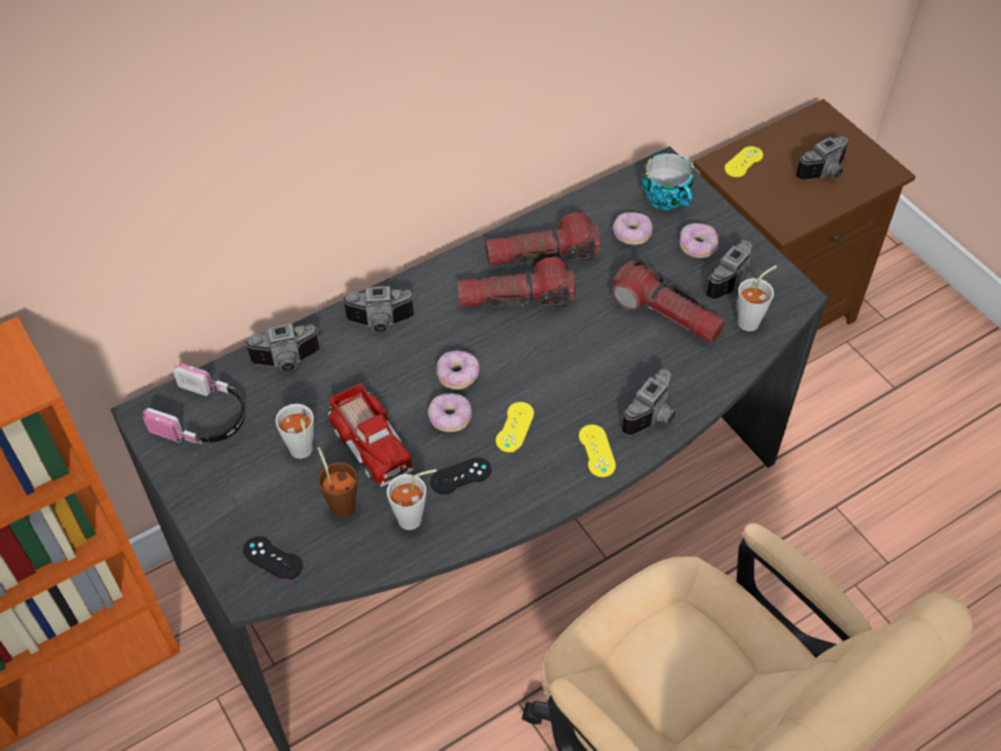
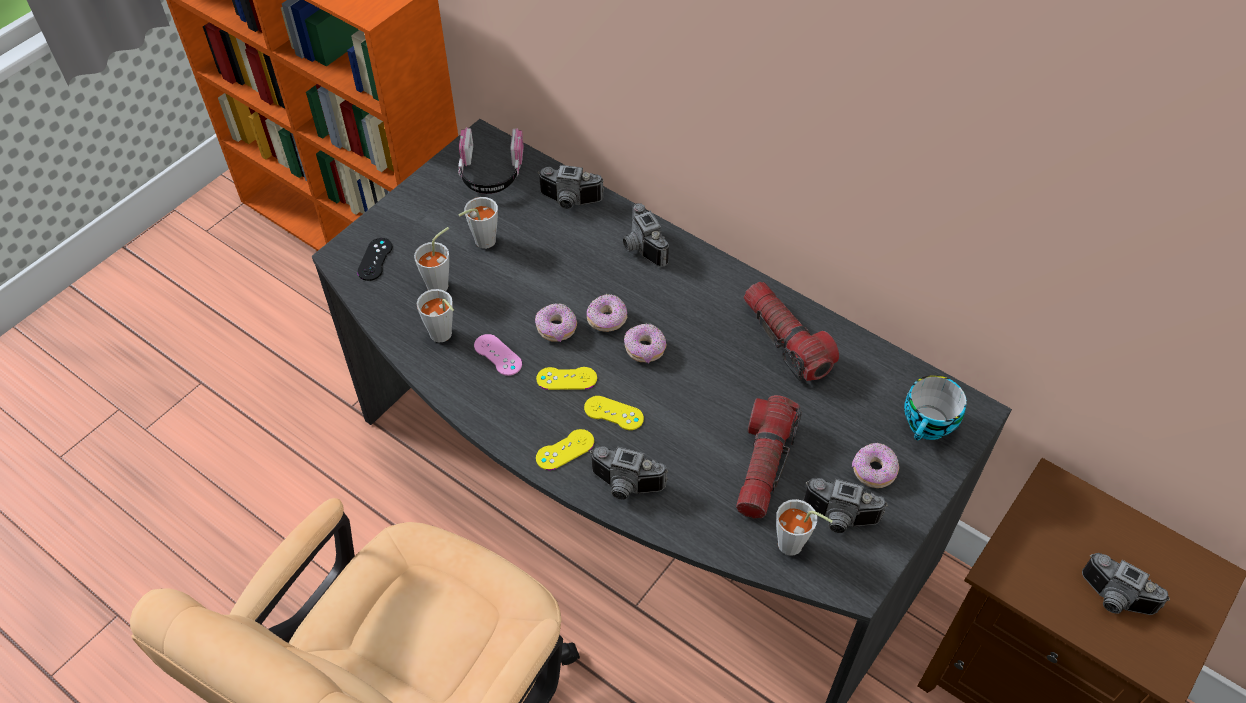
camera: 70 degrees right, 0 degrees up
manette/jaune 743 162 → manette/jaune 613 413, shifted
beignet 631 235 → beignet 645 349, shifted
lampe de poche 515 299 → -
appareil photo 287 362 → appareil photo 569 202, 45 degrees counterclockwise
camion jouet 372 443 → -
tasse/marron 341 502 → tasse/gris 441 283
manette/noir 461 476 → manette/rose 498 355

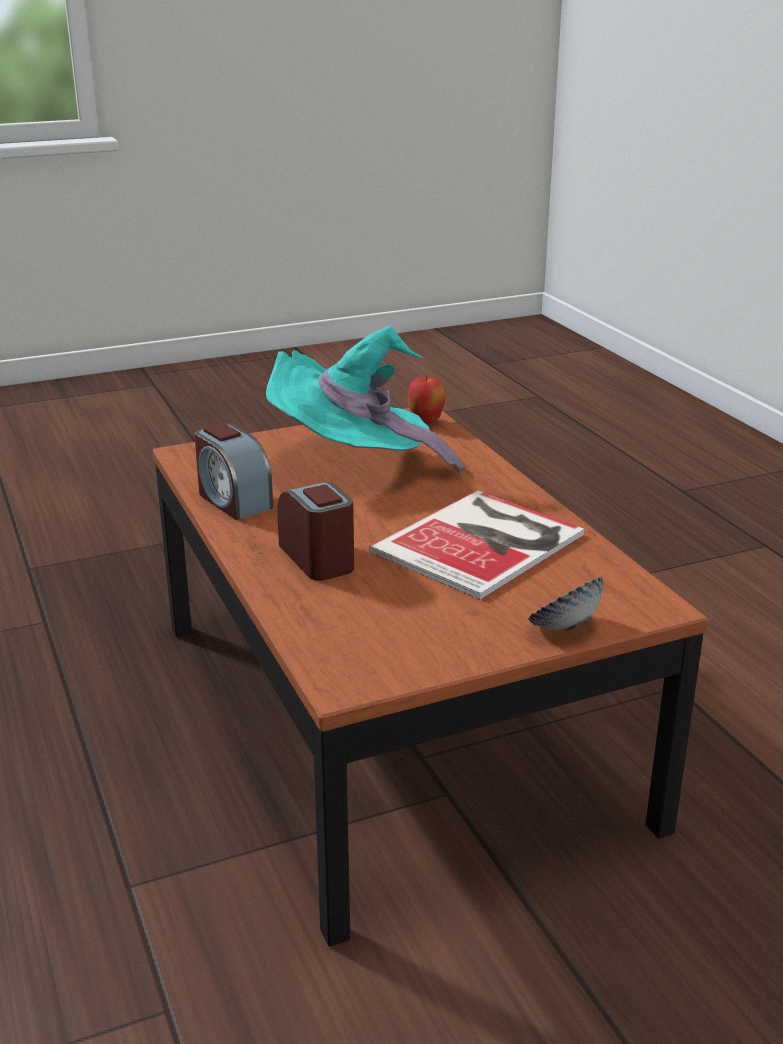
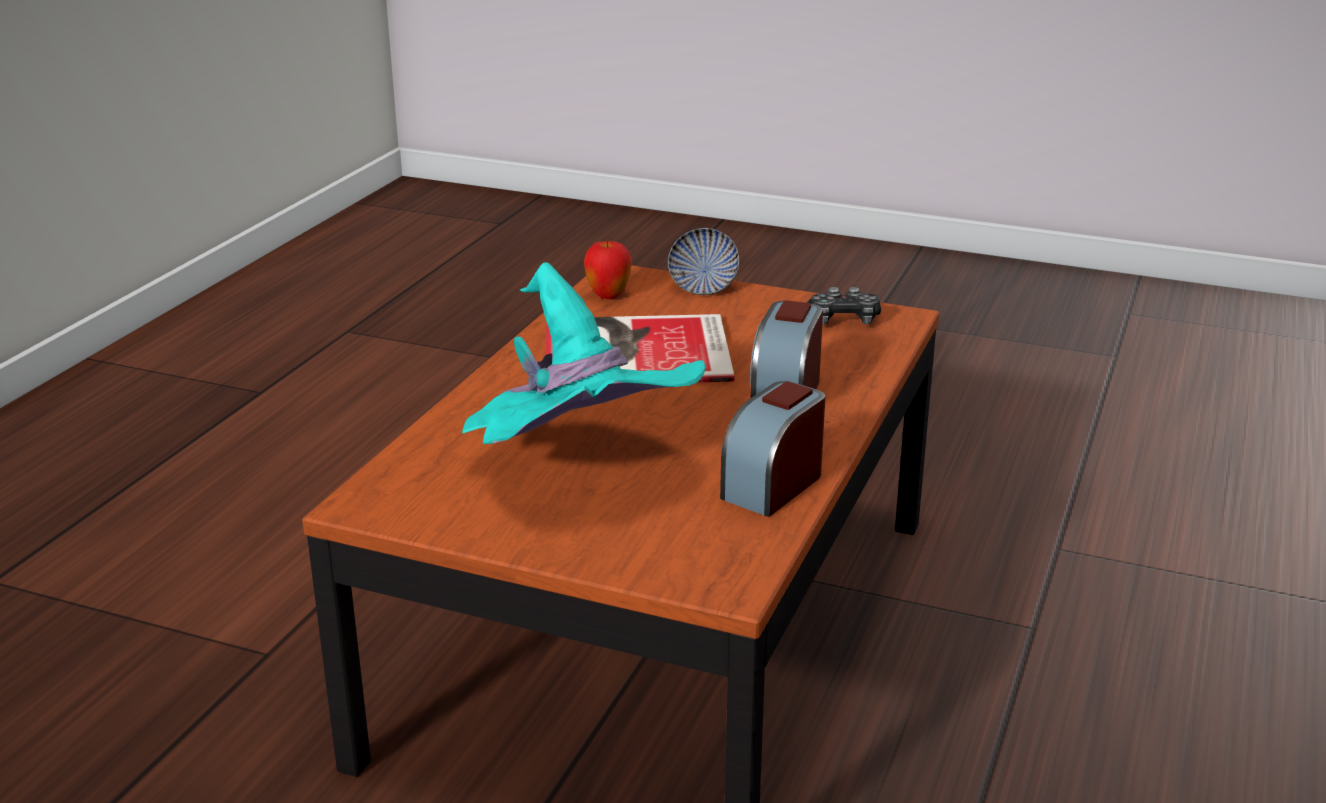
camera: 135 degrees left, 0 degrees up
pomme 425 422 → pomme 608 296, shifted
réveil 233 500 → réveil 773 485, 150 degrees counterclockwise
- → manette 842 321

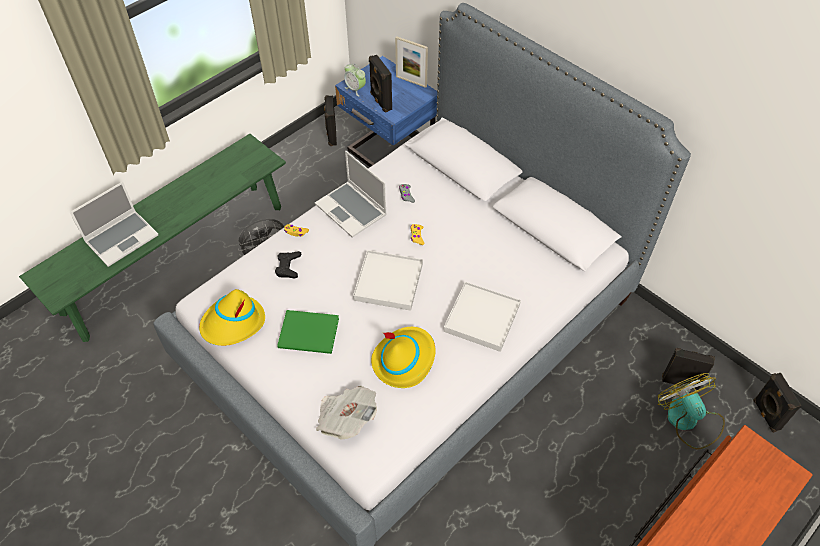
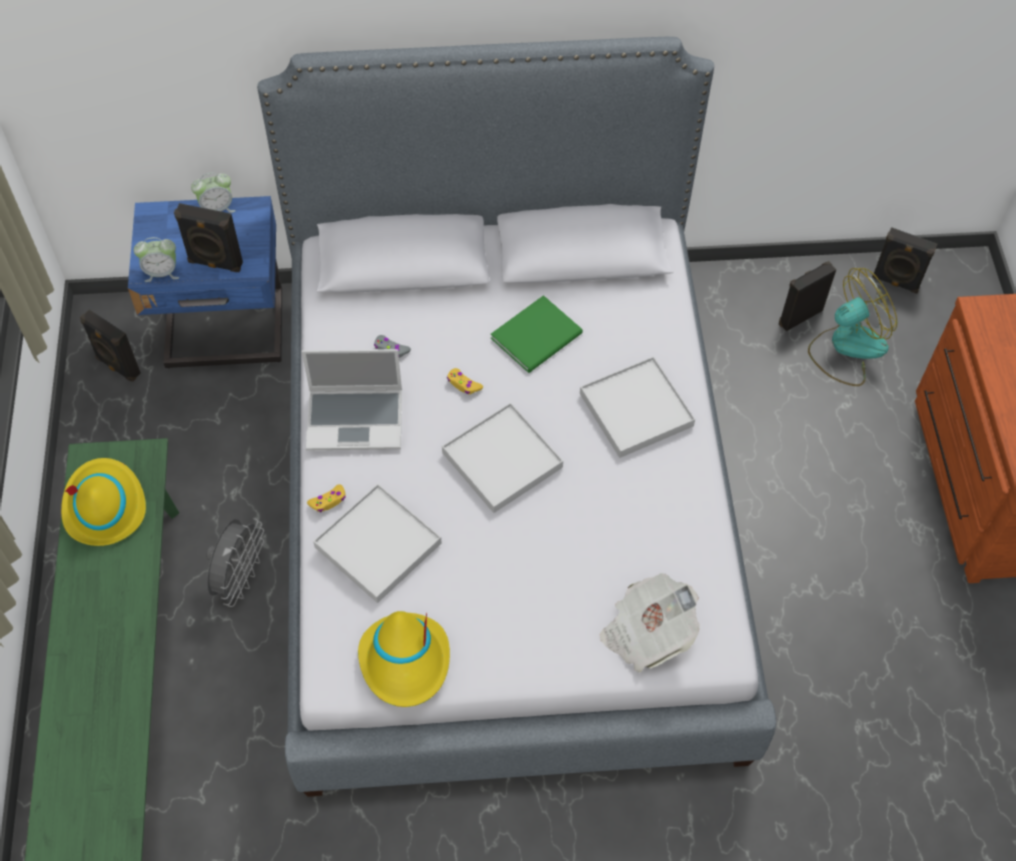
camera: 50 degrees left, 5 degrees up
cadre photo 411 81 → réveil 217 208
ordinateur portable 122 238 → -
manette/noir 288 267 → plateau/blanc 377 545
livre/vert 310 334 → livre/vert 539 336, shifted
chapeau/jaune 404 359 → chapeau/jaune 104 506, shifted
ventilateur 688 420 → ventilateur 846 347, 135 degrees clockwise

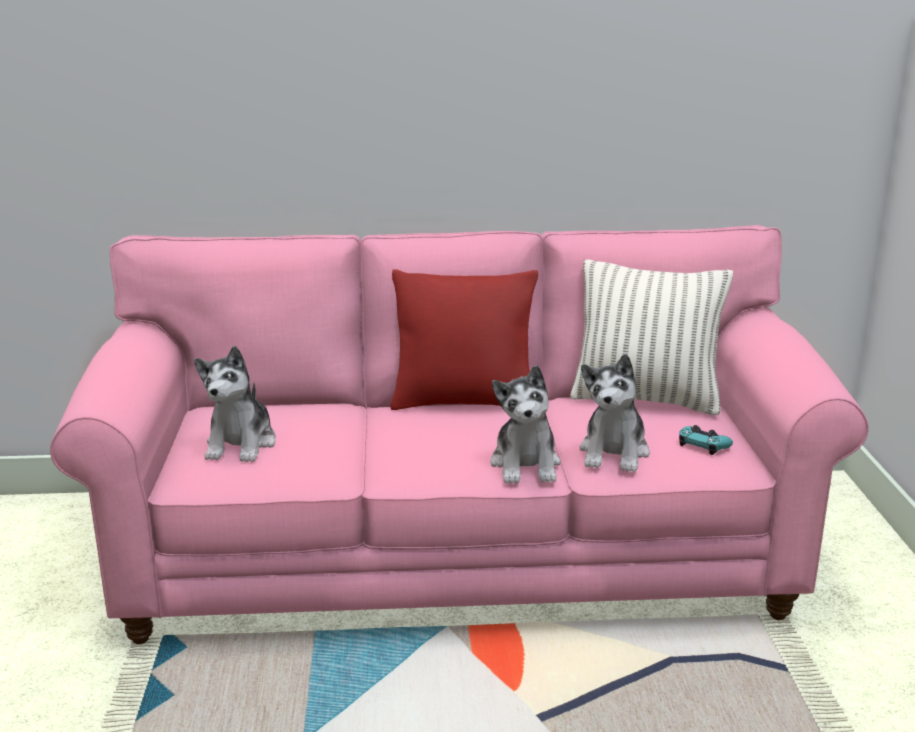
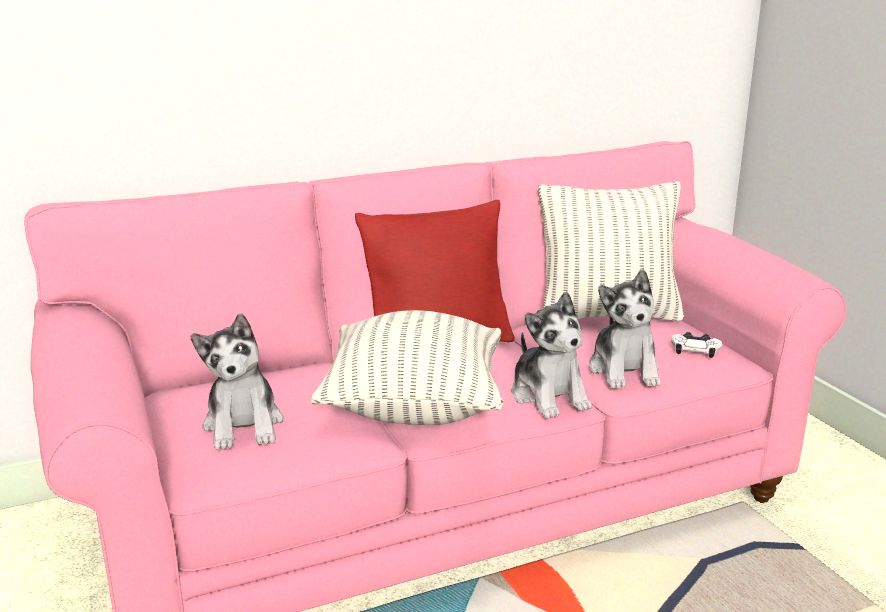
camera: 20 degrees left, 0 degrees up
manette/turquoise 703 445 → manette/blanc 695 350
- → coussin 414 407

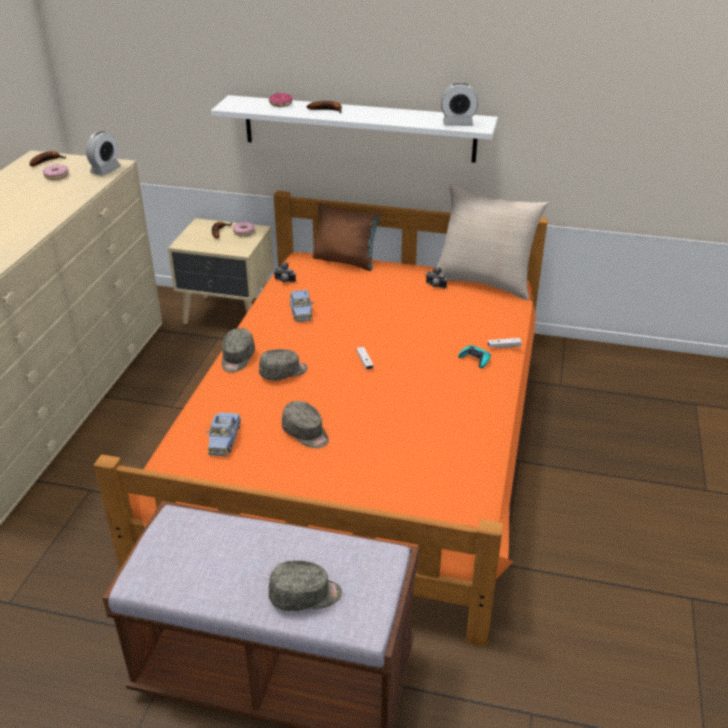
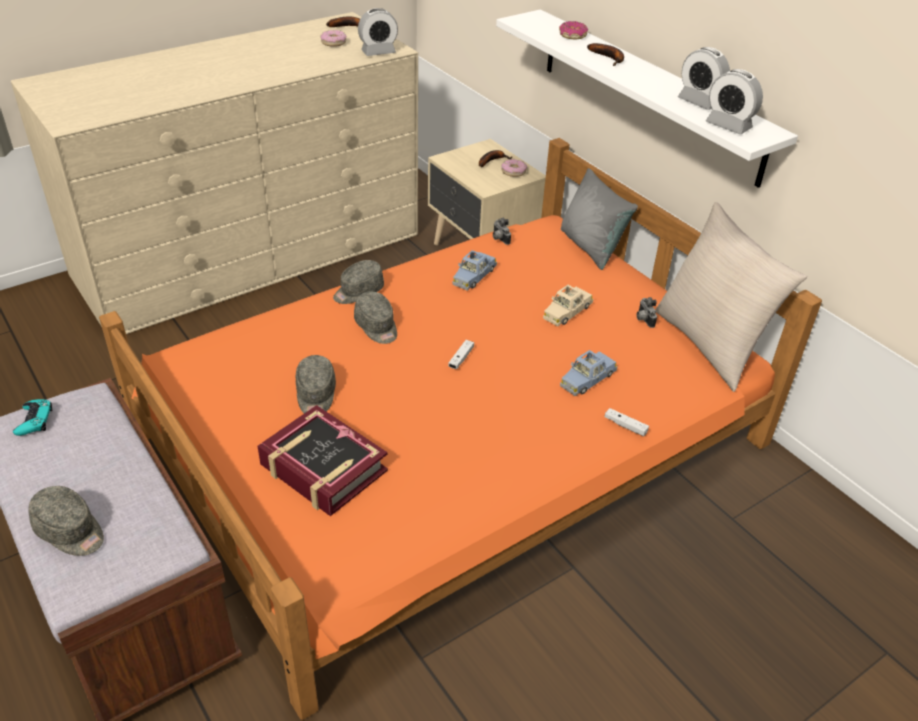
camera: 40 degrees right, 5 degrees up
coussin/marron 346 261 → coussin/gris 591 247
manette/turquoise 475 359 → manette/turquoise 34 421, shifted
casquette/gris 284 372 → casquette/gris 377 327, 45 degrees clockwise
petite voiture/bleu 224 439 → petite voiture/bleu 587 379, shifted
- → réveil 699 102
- → petite voiture/beige 567 312
- → livre 323 468

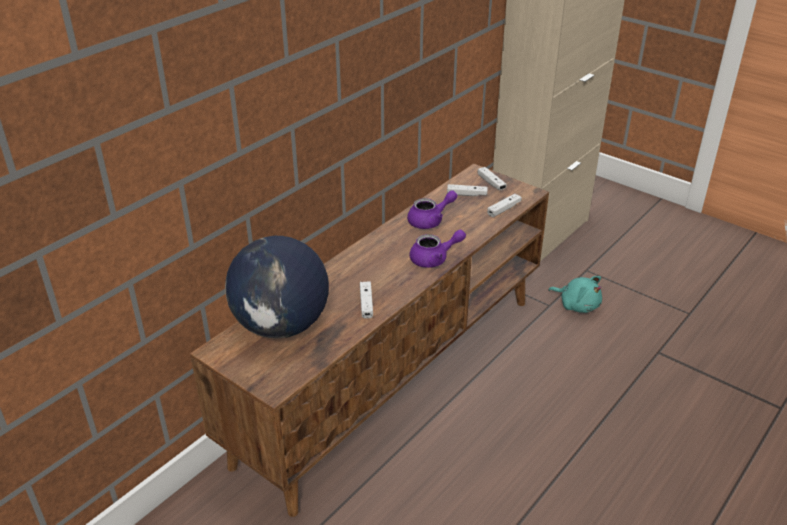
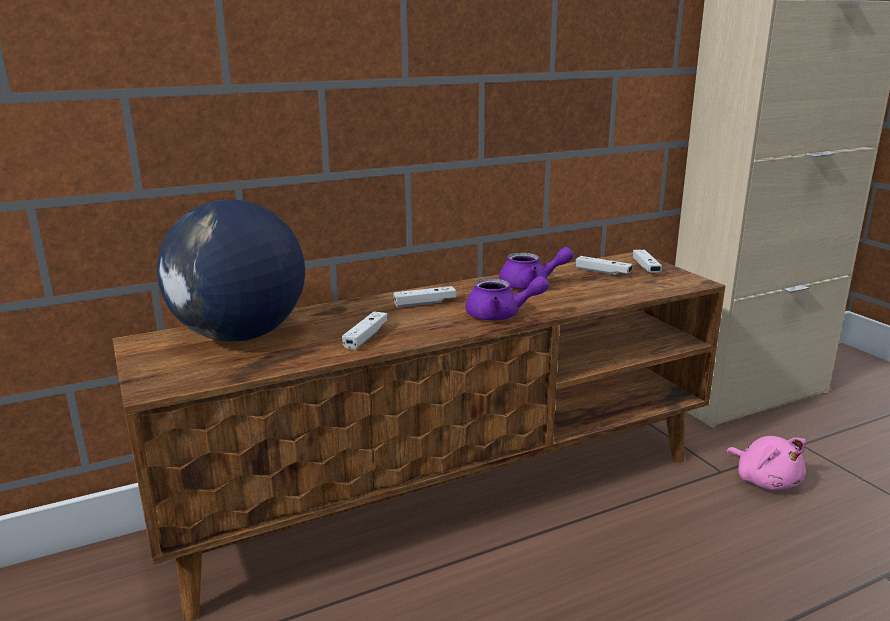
camera: 25 degrees right, 15 degrees down
manette/blanc 504 209 → manette/blanc 425 303, shifted
peluche/turquoise 577 305 → peluche/rose 765 480

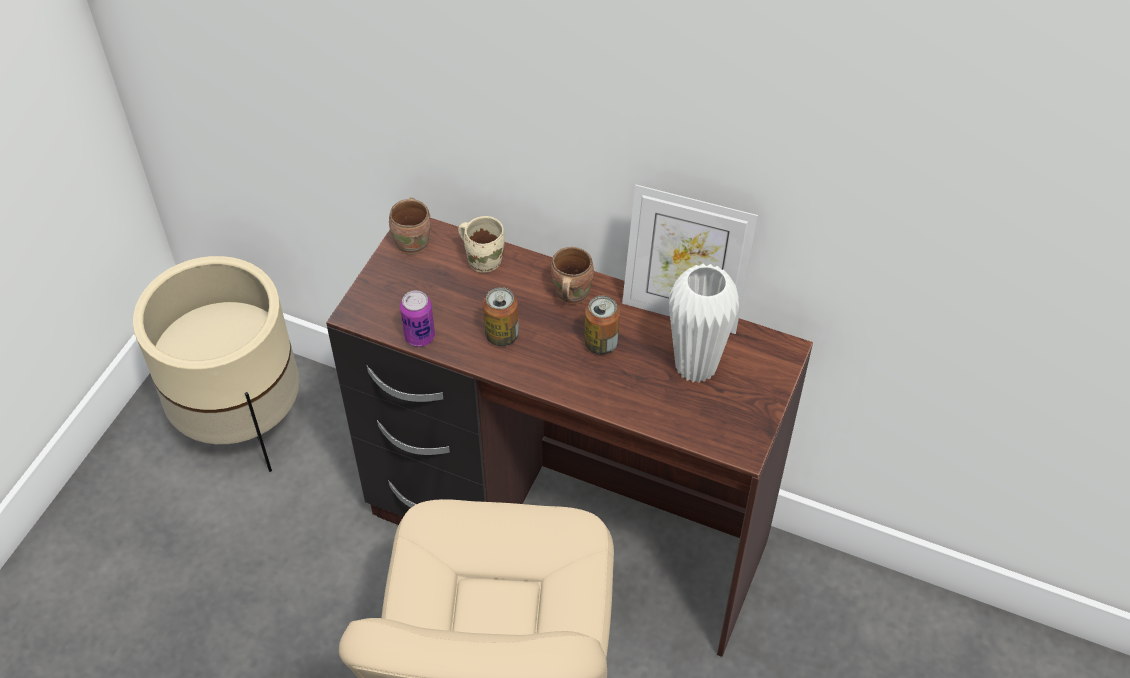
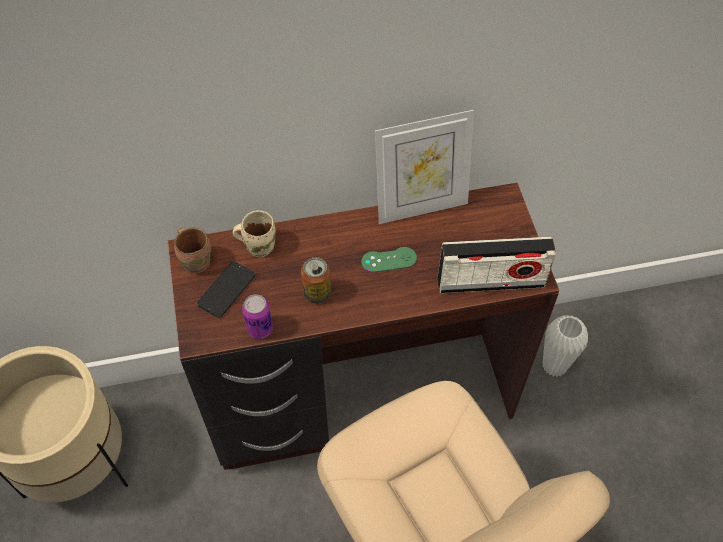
camera: 35 degrees left, 5 degrees up
mug/marron 569 294 → -
vase/blanc 696 366 → vase/blanc 554 366, shifted
boîte métallique 601 343 → manette/vert 389 260
- → radio 490 281
- → téléphone 226 290

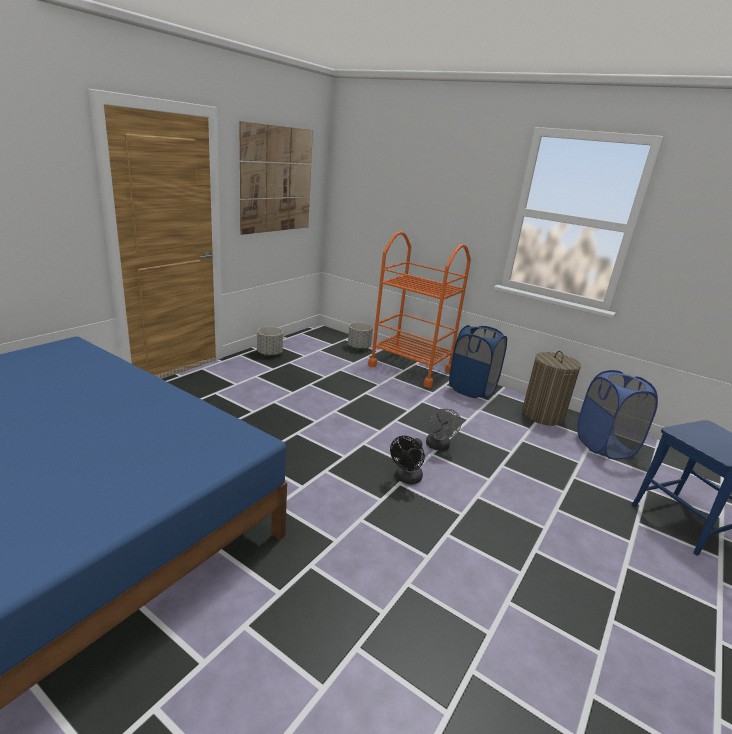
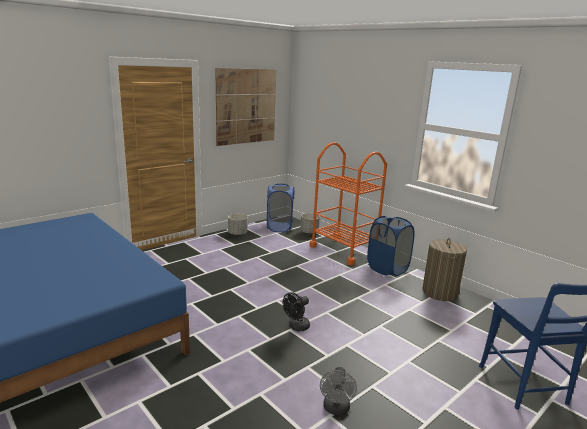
camera: 15 degrees right, 5 degrees down
panier à linge/bleu 604 446 → panier à linge/bleu 279 227, shifted
ventilateur/gris 438 446 → ventilateur/gris 336 409, shifted

